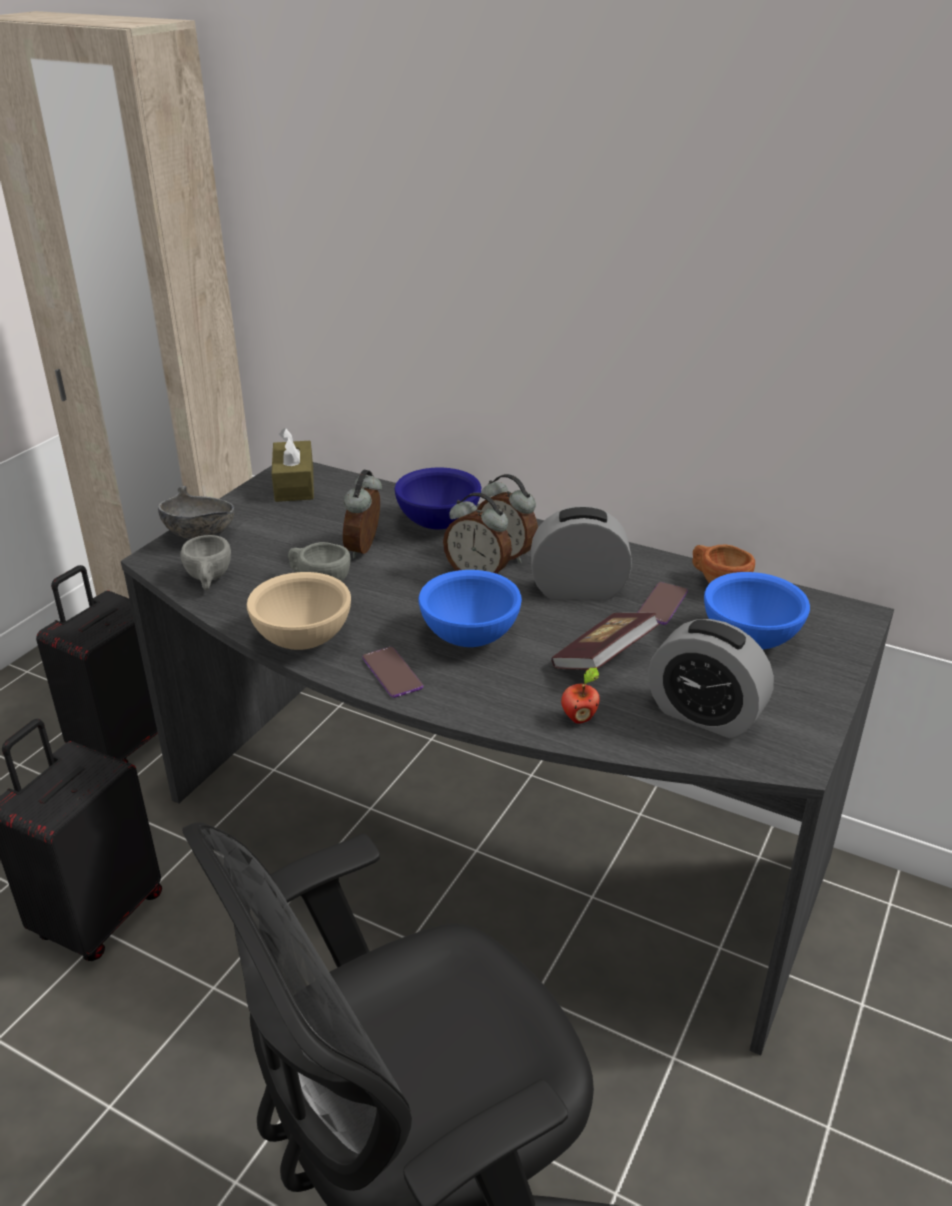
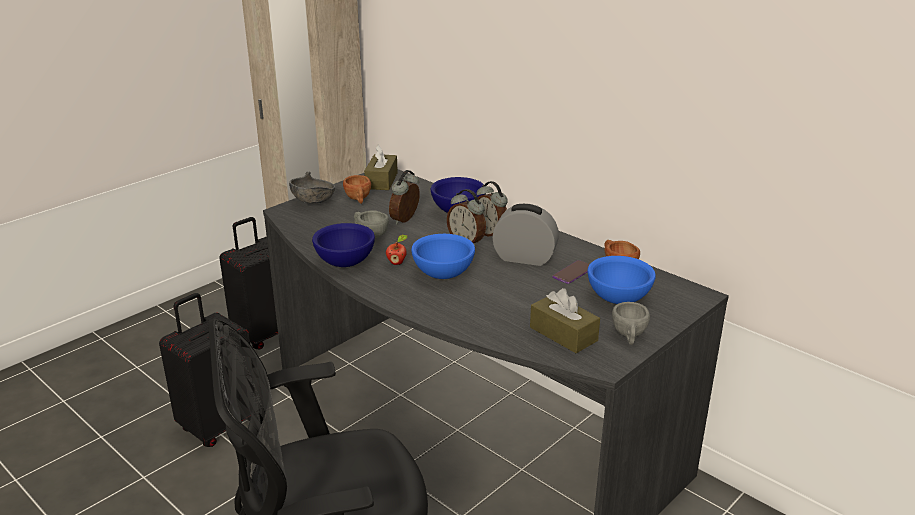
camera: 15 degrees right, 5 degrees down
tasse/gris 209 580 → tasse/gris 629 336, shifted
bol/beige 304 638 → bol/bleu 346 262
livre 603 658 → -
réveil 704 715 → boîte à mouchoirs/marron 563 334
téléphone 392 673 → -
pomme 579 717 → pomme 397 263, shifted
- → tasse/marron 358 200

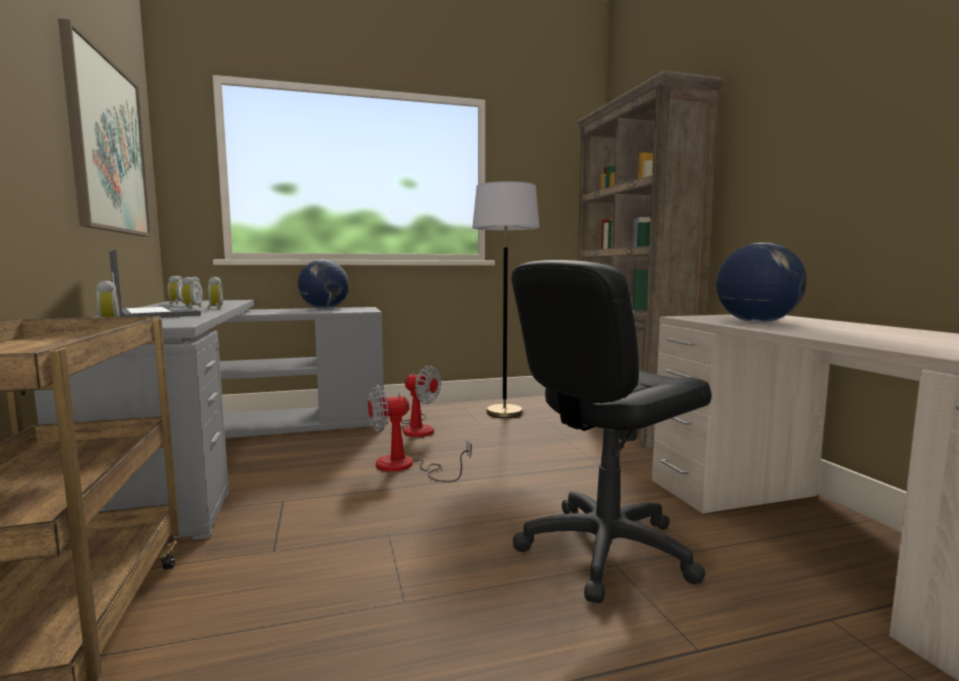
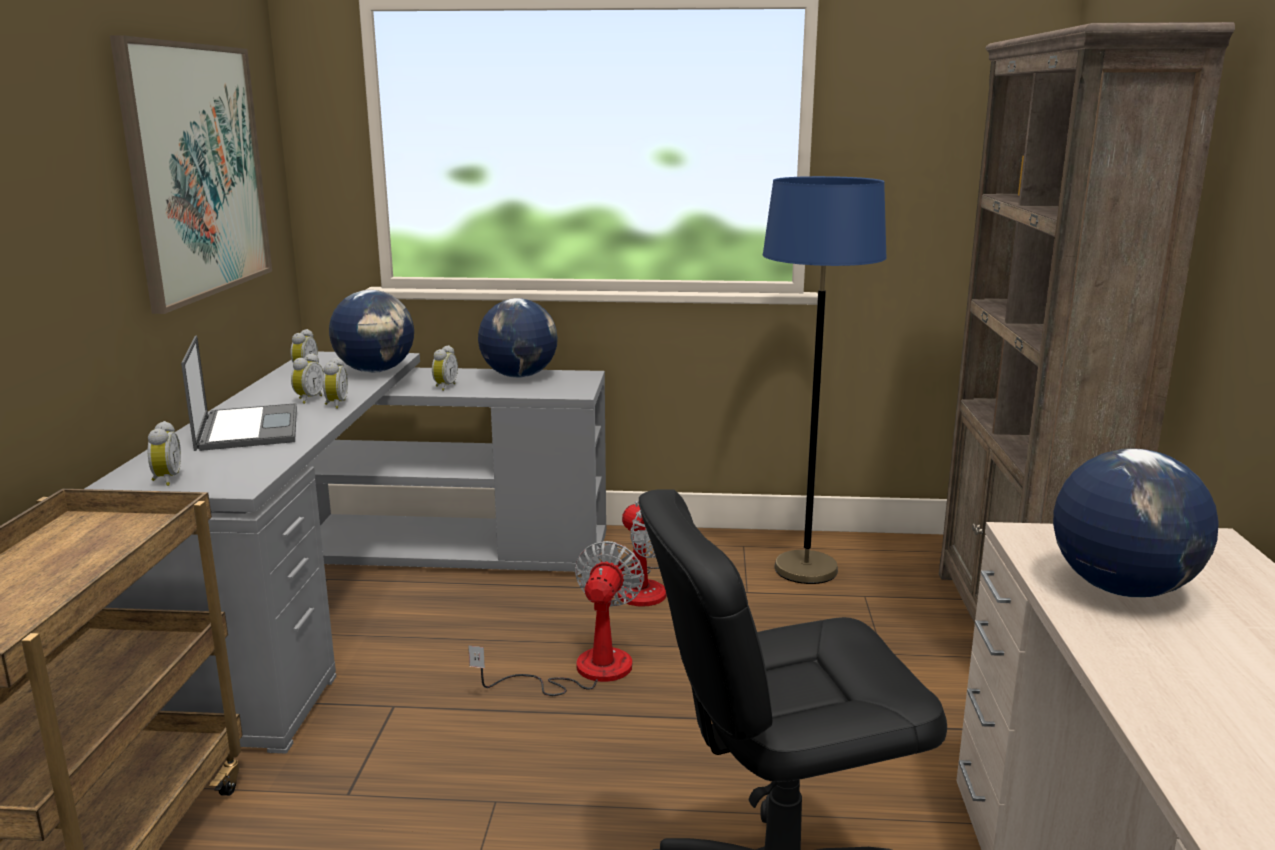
camera: 20 degrees right, 10 degrees up
lampadaire/gris 504 412 → lampadaire/bleu 806 570
ventilateur 405 467 → ventilateur 583 671, 105 degrees clockwise
- → globe 375 371
- → réveil 444 387

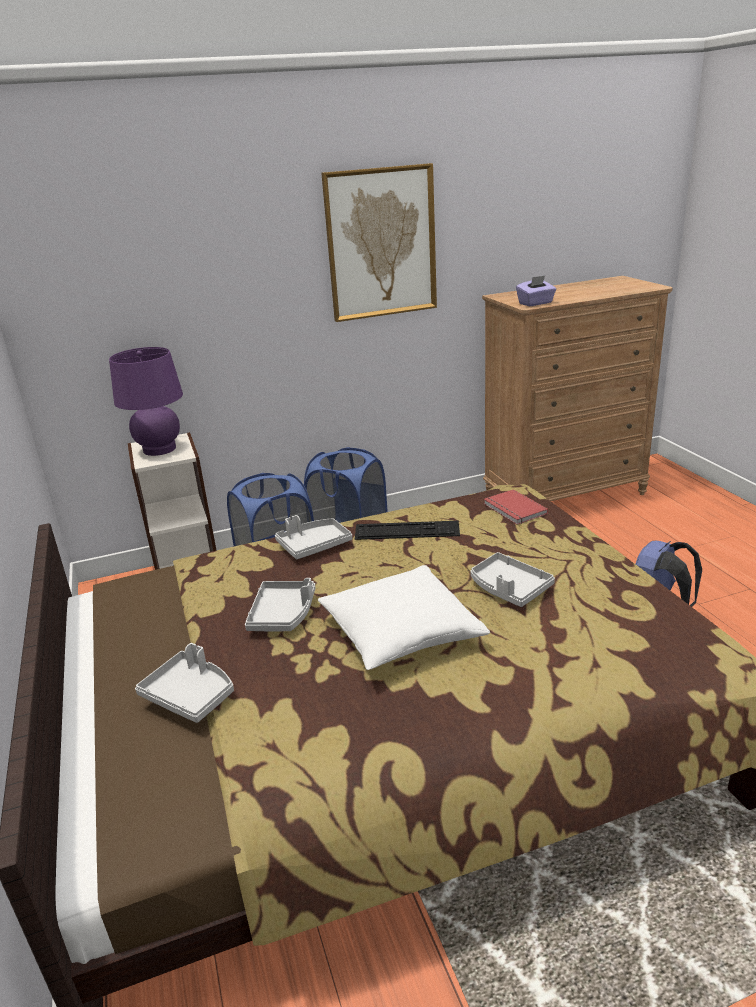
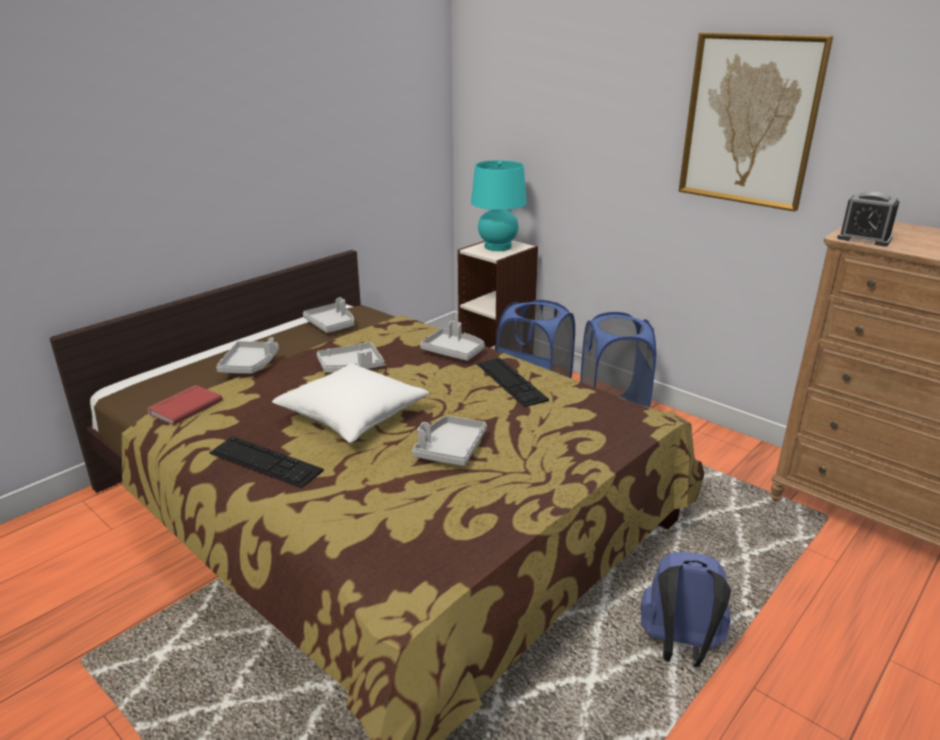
camera: 60 degrees right, 0 degrees up
boîte à mouchoirs/violet 535 303 → réveil 864 239
lampe de table/violet 159 449 → lampe de table/turquoise 497 247
livre/rouge 513 509 → livre/rouge 184 406, shifted
- → plateau/gris 331 325
- → clavier 265 462

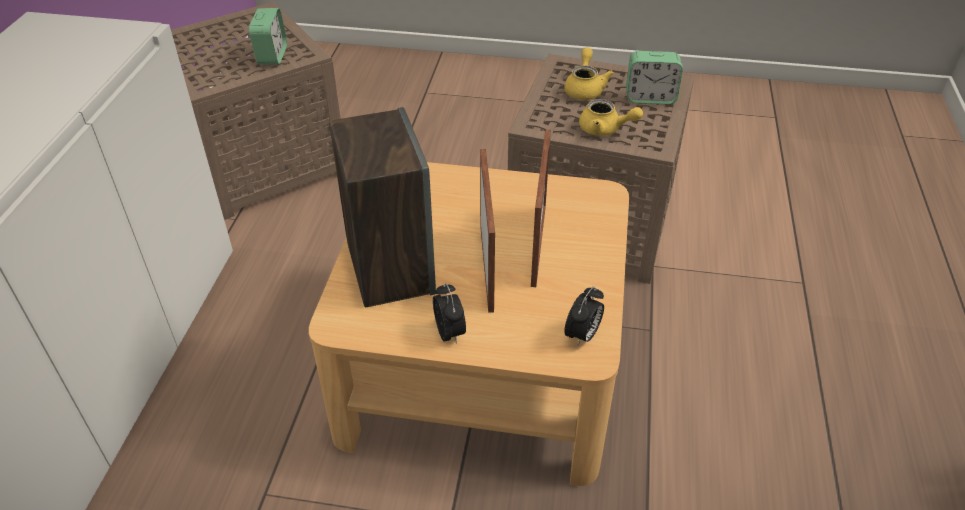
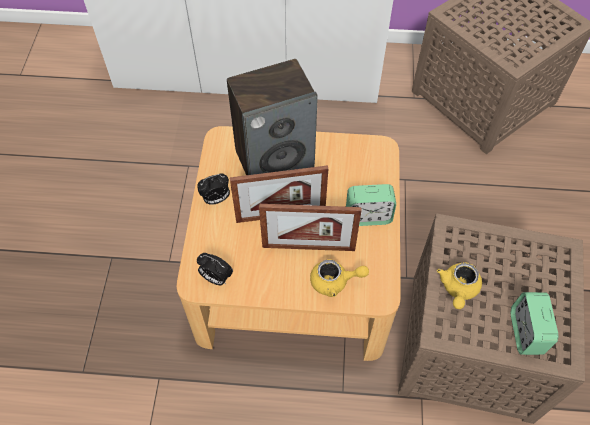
camera: 85 degrees right, 15 degrees up
réveil 272 55 → réveil 368 216, shifted
théière/jaune 584 88 → théière/jaune 335 282, shifted

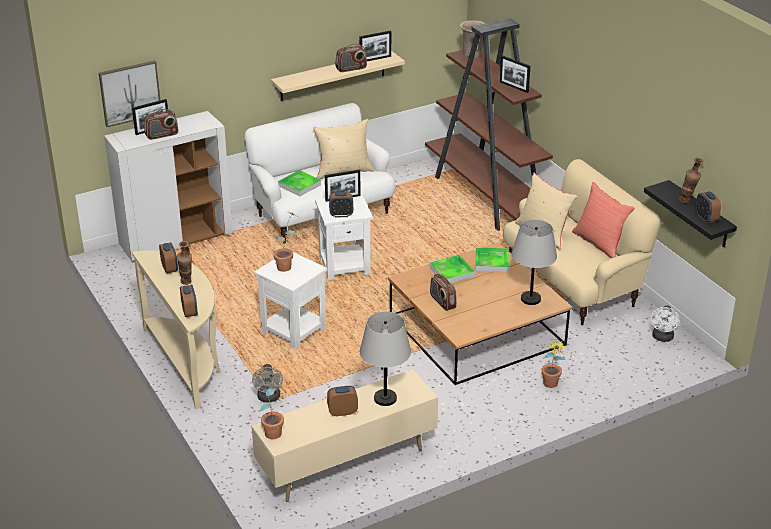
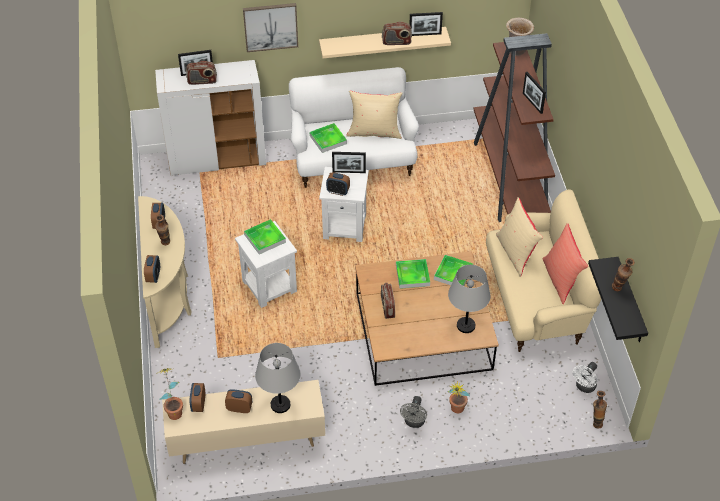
camera: 20 degrees right, 15 degrees up
tableau 130 93 → tableau 270 26, shifted
réveil 706 218 → réveil 198 404, shifted
plante en pot 287 265 → plateau 265 238
ventilateur/gris 269 398 → ventilateur/gris 414 422, shifted
- → vase 596 422

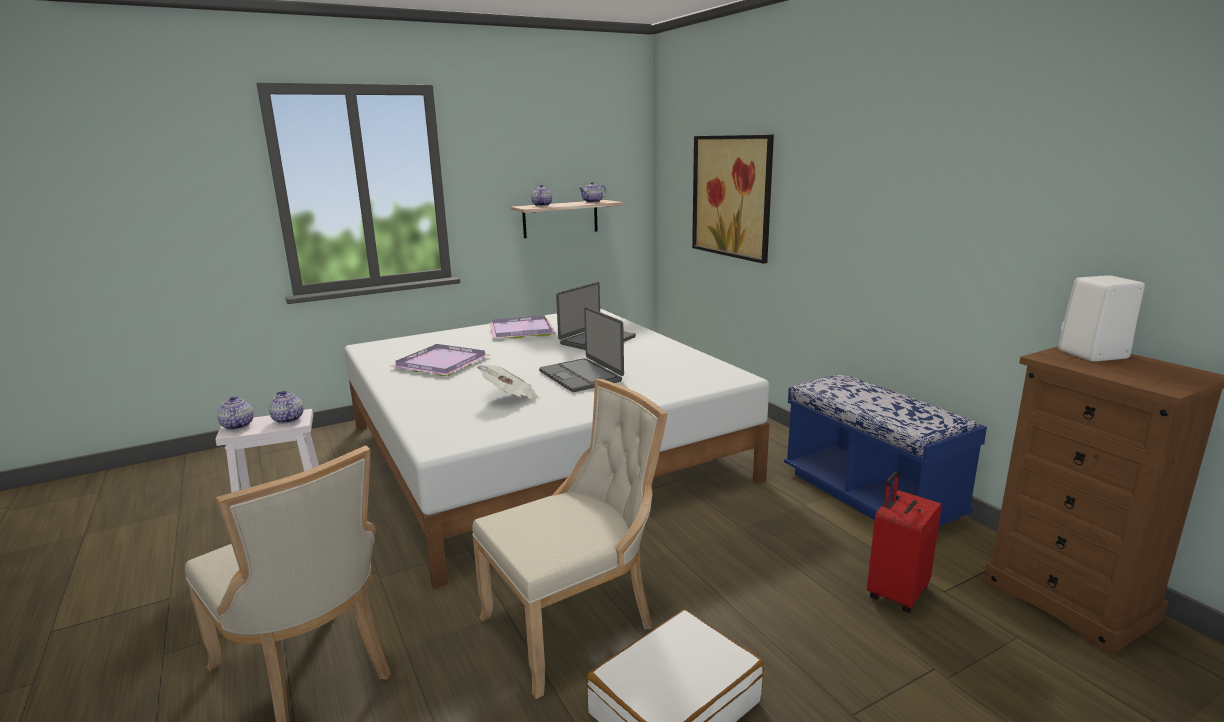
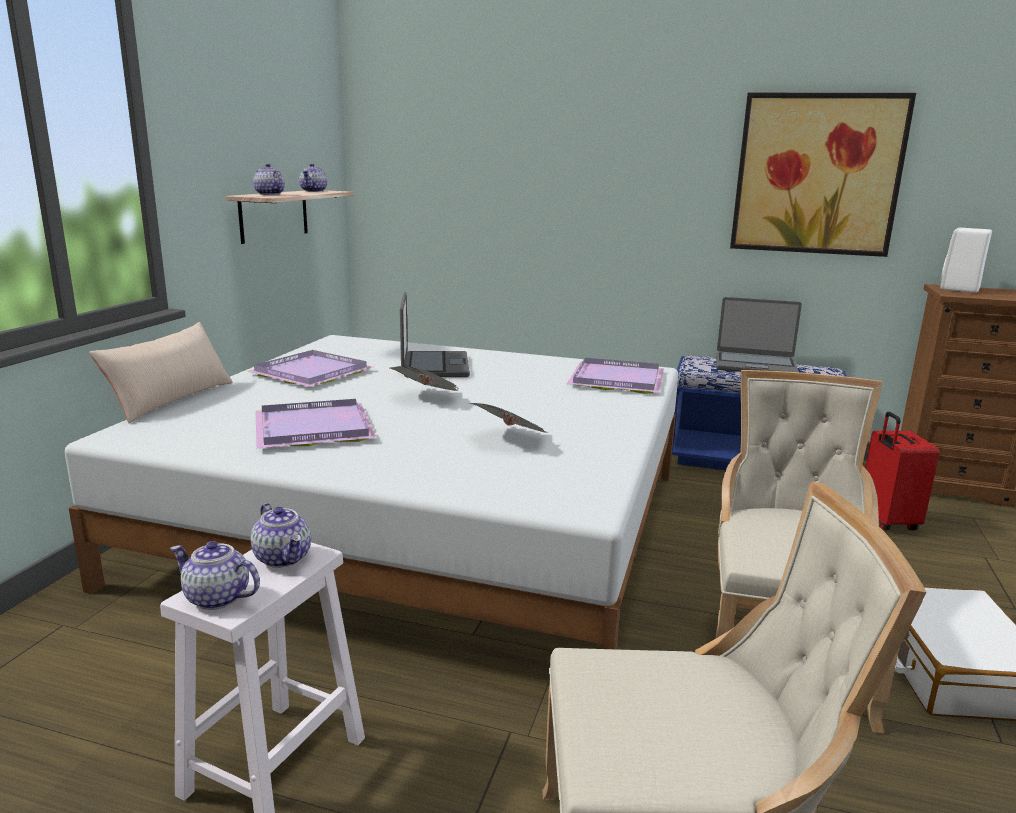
camera: 45 degrees left, 0 degrees up
tableau 731 196 → tableau 817 174, shifted
ordinateur portable 581 376 → ordinateur portable 755 365, shifted
théière 287 419 → théière 284 558, 135 degrees counterclockwise
- → coussin/beige 171 399
- → plateau/violet 615 379
- → journal 428 397

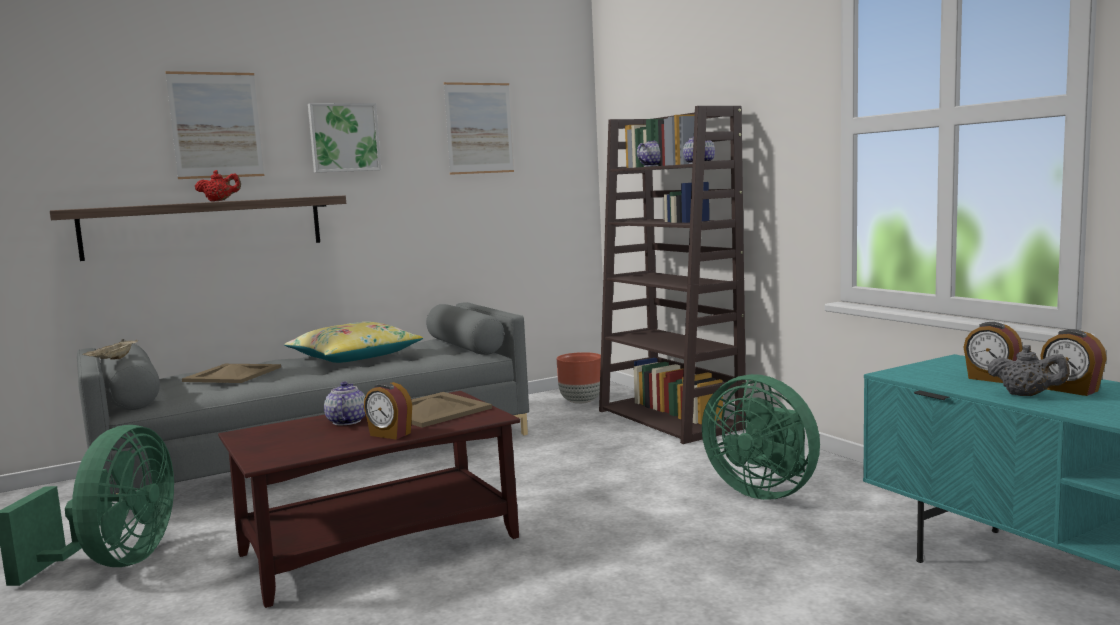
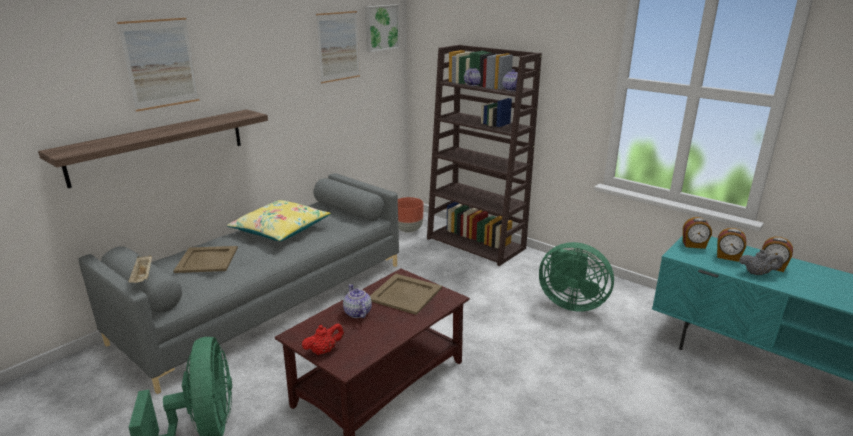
camera: 20 degrees left, 15 degrees up
tableau 344 137 → tableau 381 27, shifted
théière/rouge 219 201 → théière/rouge 324 351, shifted
réveil 389 434 → réveil 694 245, shifted

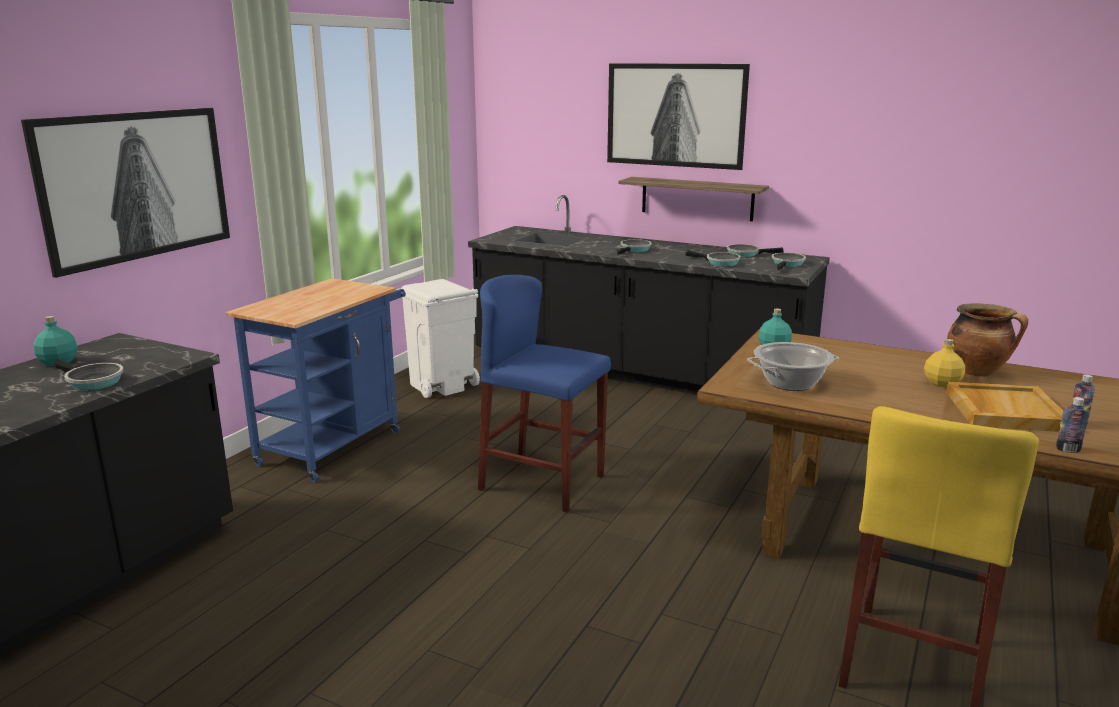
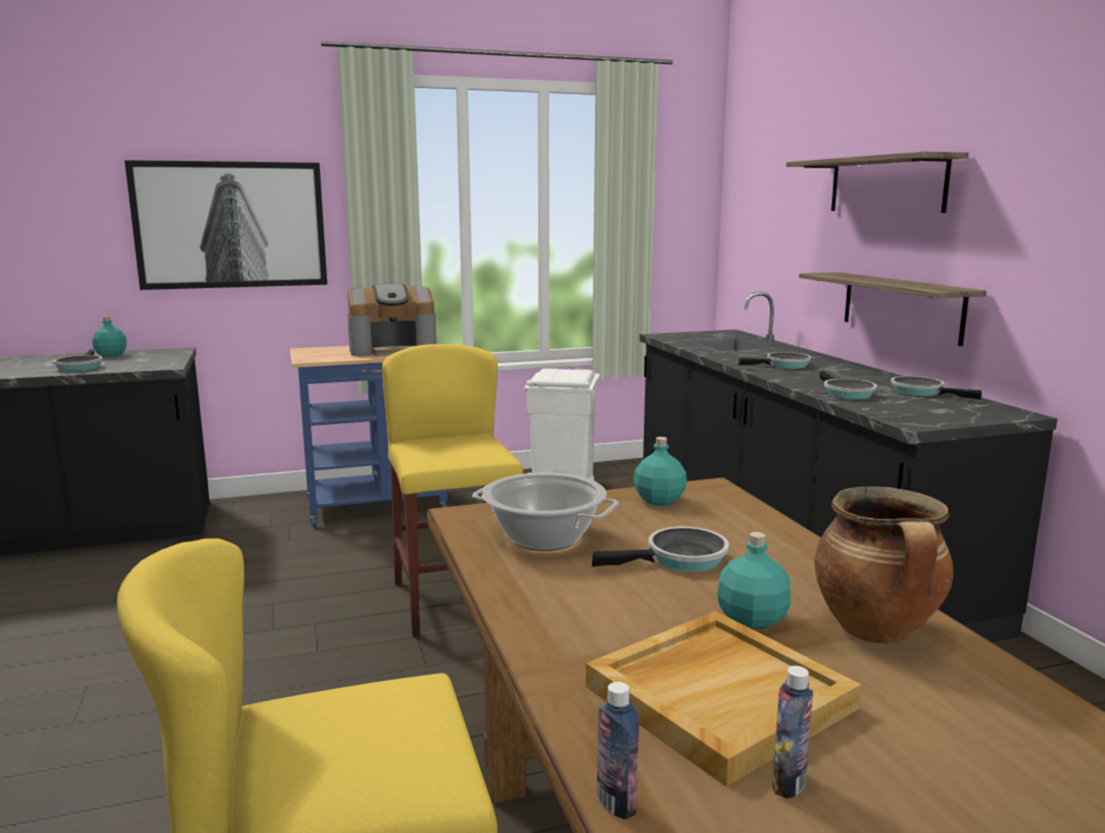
camera: 45 degrees right, 5 degrees down
tableau 675 115 → étagère 886 185
poêle 787 264 → poêle 680 559, shifted
tabouret/bleu 542 482 → tabouret/jaune 454 601
bouteille/jaune 941 383 → bouteille/turquoise 751 619
- → machine à café 393 350

